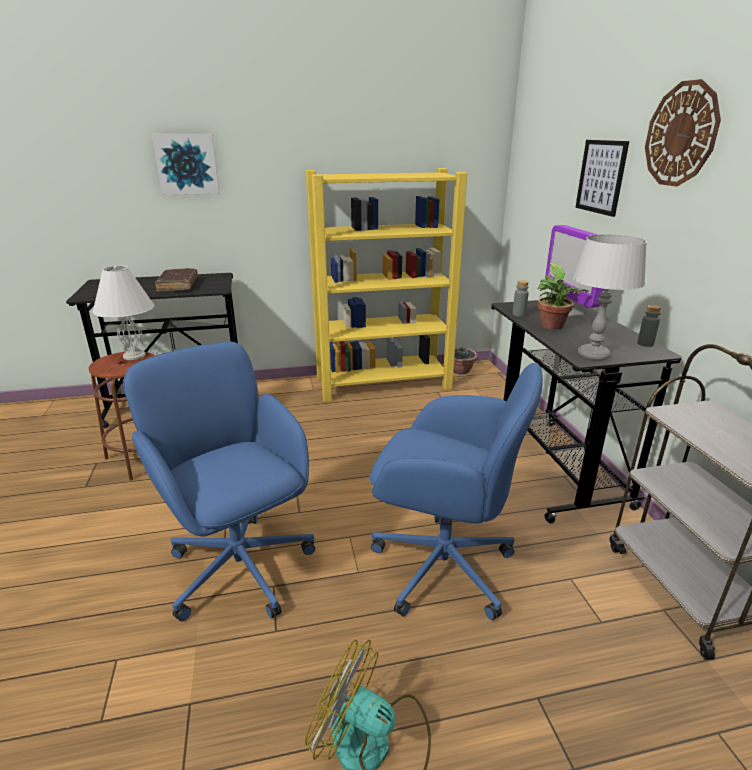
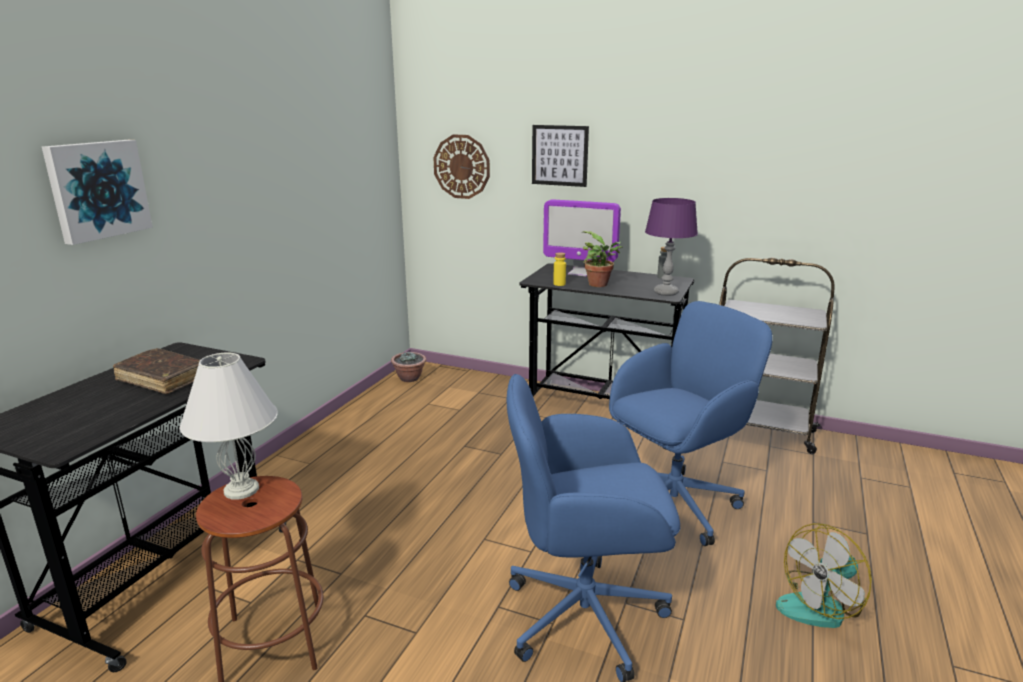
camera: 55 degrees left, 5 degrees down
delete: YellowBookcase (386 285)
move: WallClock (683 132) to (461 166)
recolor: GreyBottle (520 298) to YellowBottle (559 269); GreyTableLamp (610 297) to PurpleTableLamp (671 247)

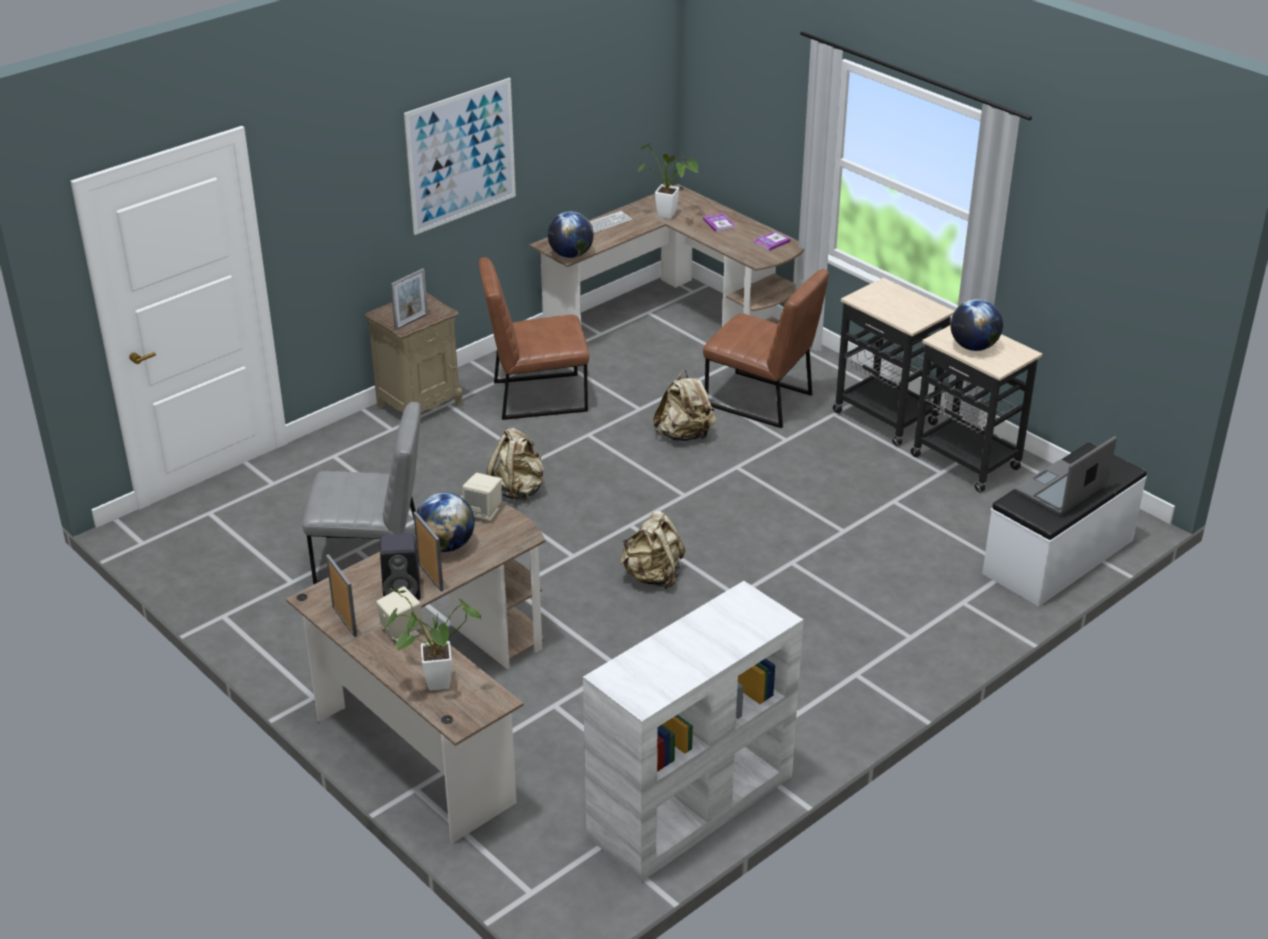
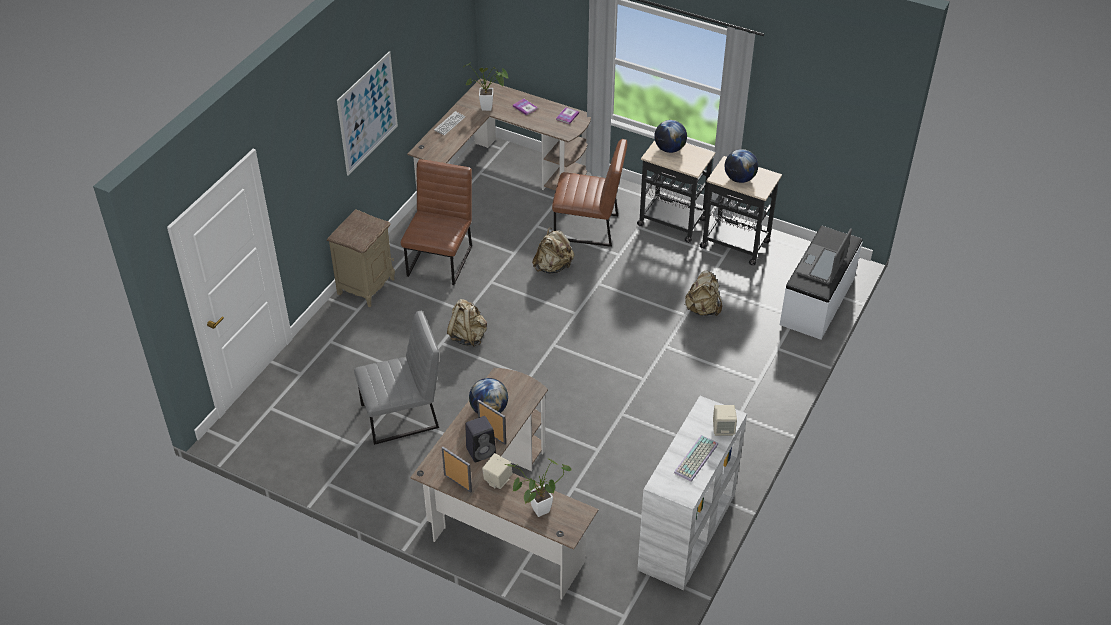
camera: 20 degrees left, 10 degrees up
delete: PictureFrame (409 299)
insert: Keyboard (696 458)
move: BeigeSpeaker (482 497) to (725 420); Globe (571 234) to (670 136); BeigeBackpack (652 549) to (703 293)
rotate: BrownChair (534 338) = (436 222) 135 degrees clockwise

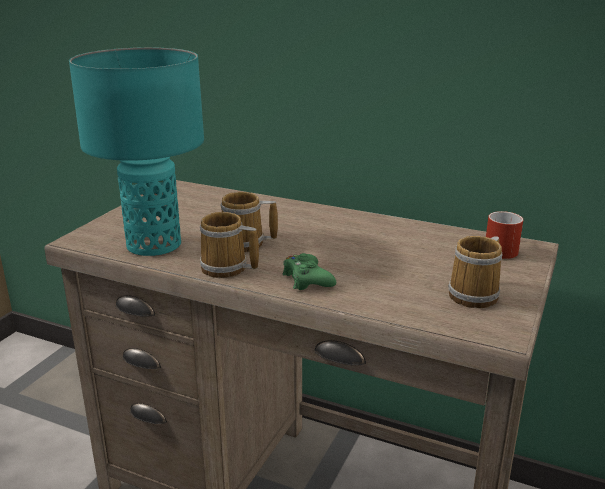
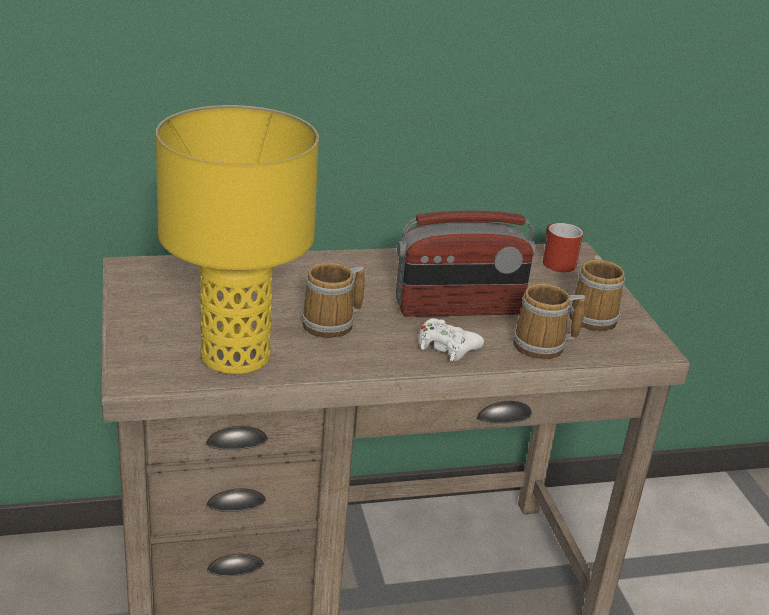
camera: 40 degrees left, 5 degrees up
insert: Radio (466 264)
move: Mug (229 245) to (549 321)
recolor: TurquoiseTableLamp (136 151) to YellowTableLamp (237 239); GreenGameController (309 271) to WhiteGameController (451 339)

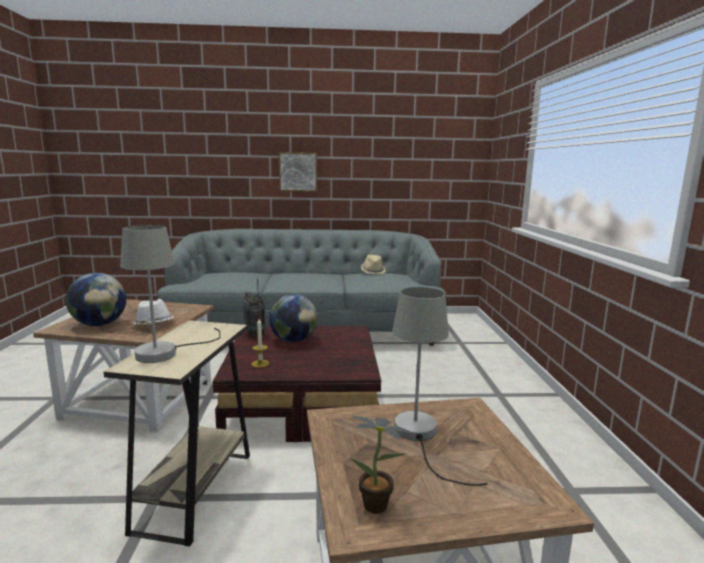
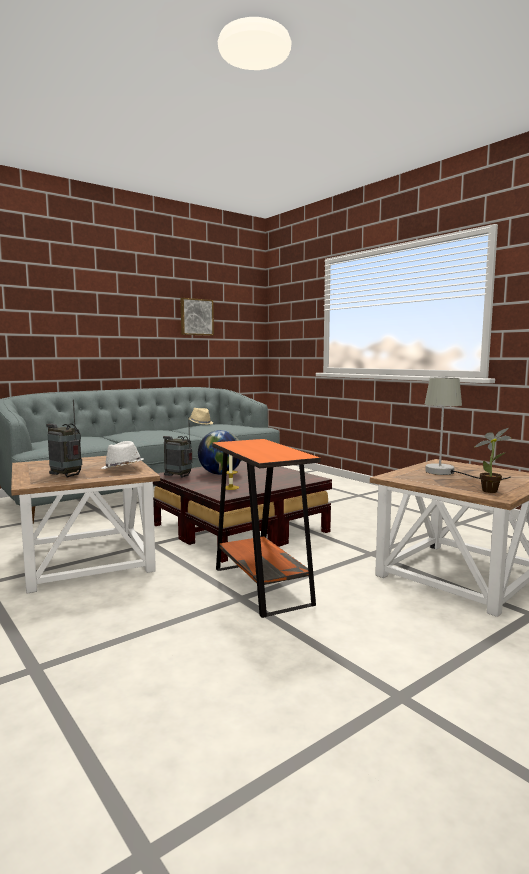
camera: 35 degrees left, 5 degrees down
delete: GreyTableLamp (170 294)
move: Picture (298 172) to (197 317)
replace: Globe (96 299) to Radio (64 438)
recolor: BeigeSideTable (177 433) to OrangeSideTable (266 528)

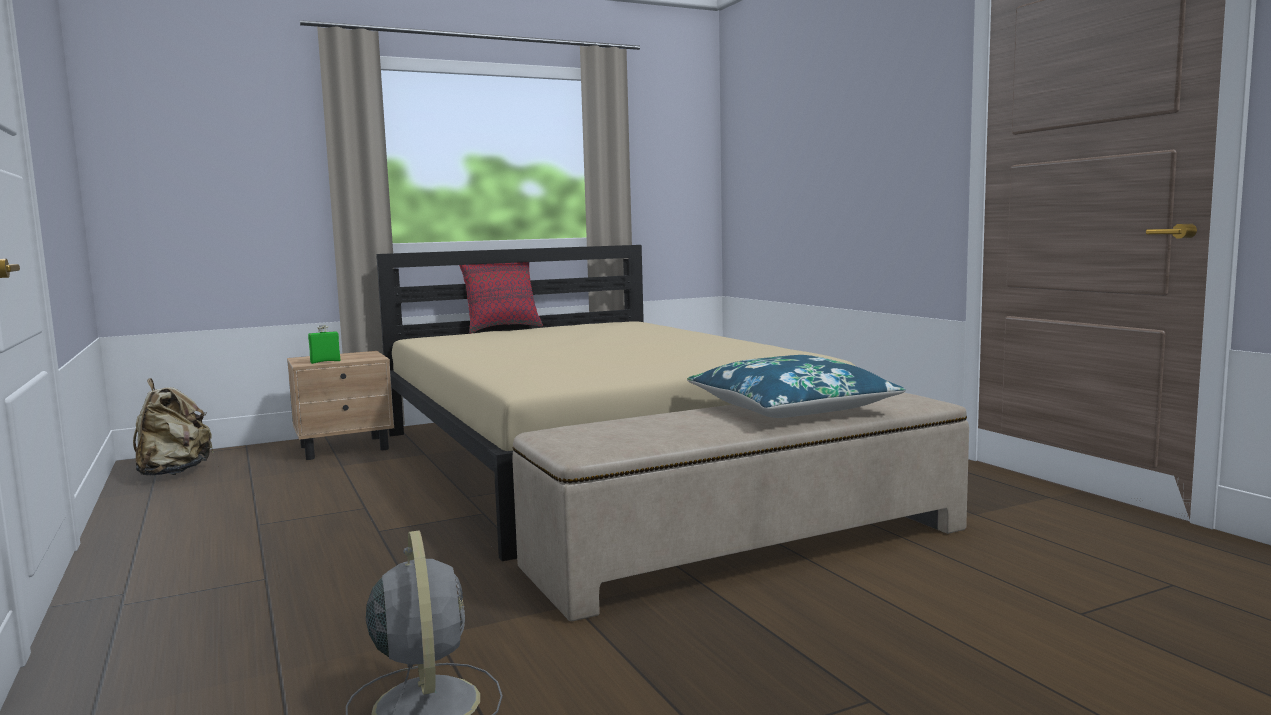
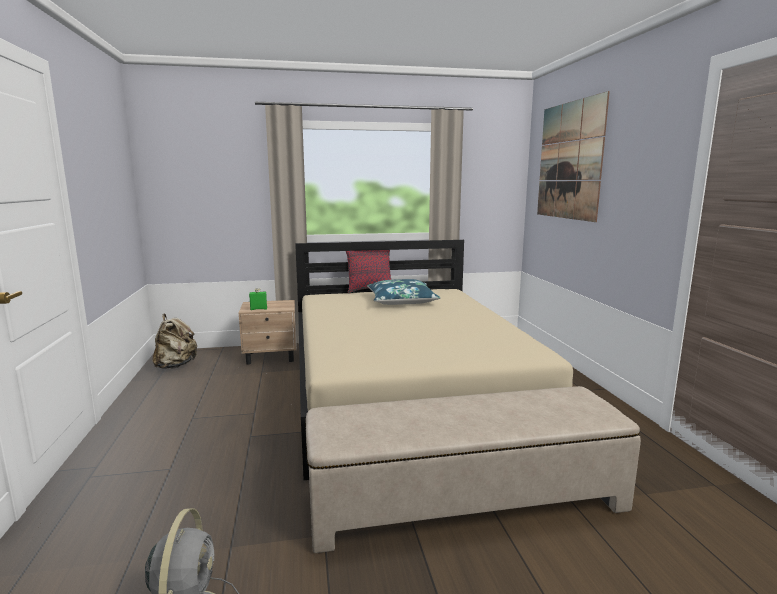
camera: 15 degrees right, 5 degrees up
insert: Picture (573 156)
move: BluePillow (796 386) to (403 292)

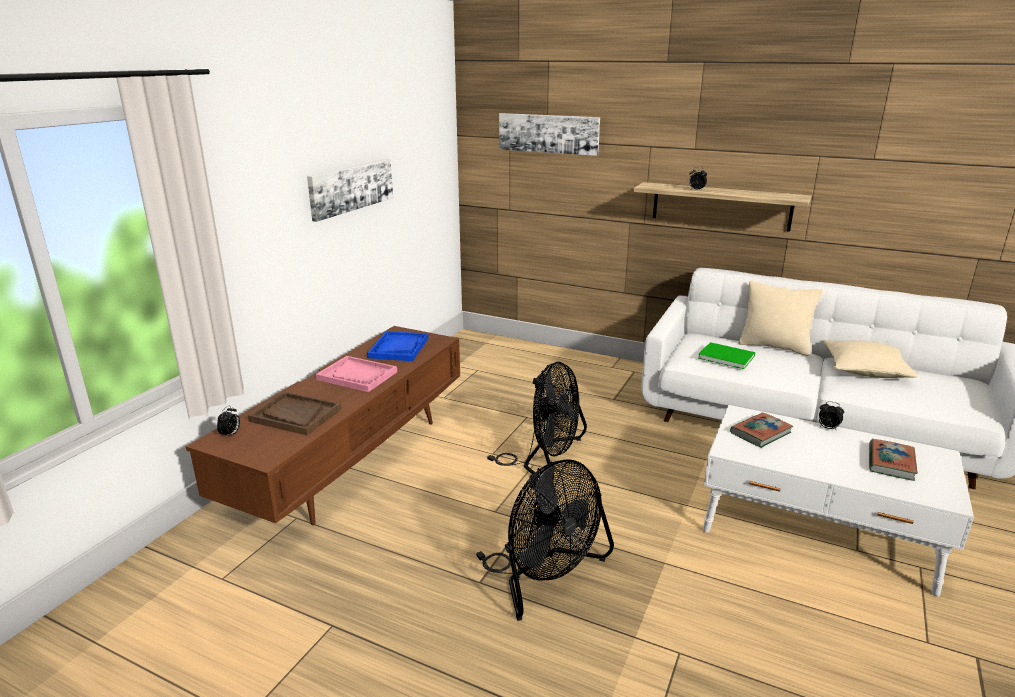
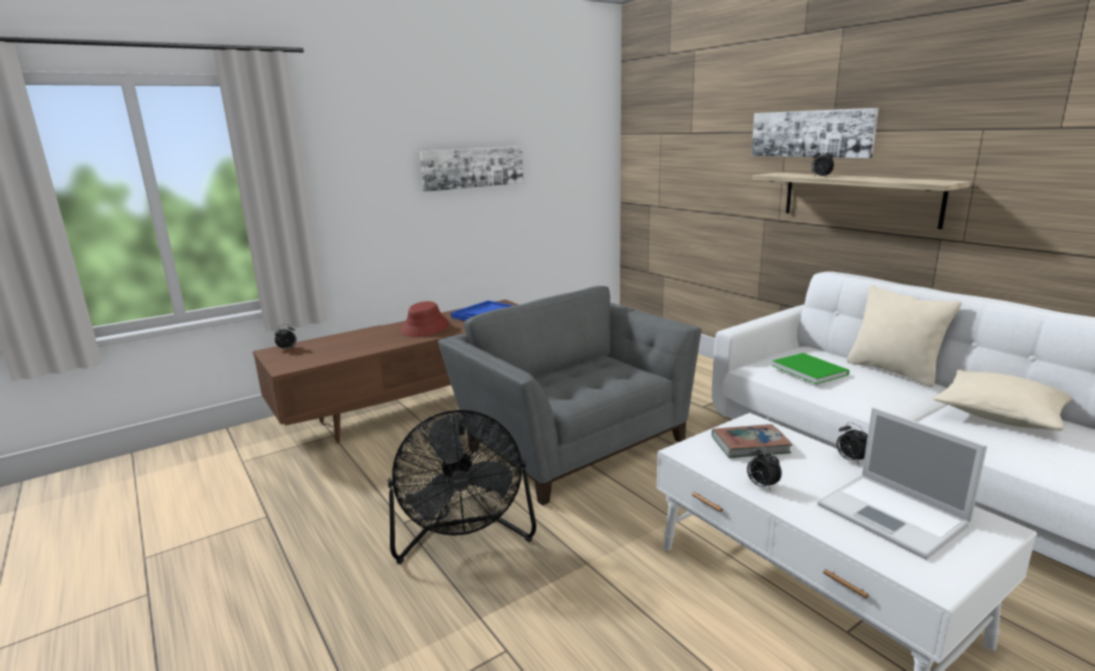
camera: 30 degrees right, 5 degrees down
delete: BrownTray (294 413)
insert: AlarmClock (764 468)
move: Picture (549 134) to (815 133)
replace: PinkTray (356 374) to RedHat (425 319); BlackFan (537 420) to GreyArmchair (569 396); Book (893 460) to Laptop (902 483)

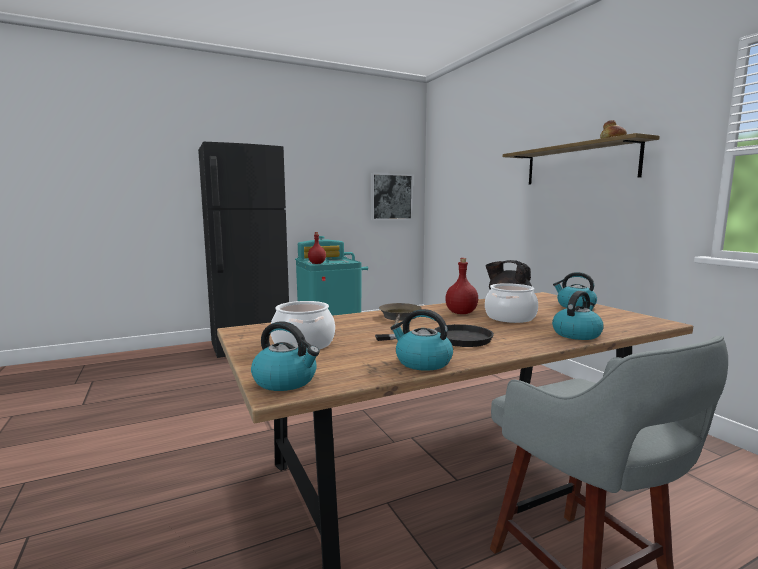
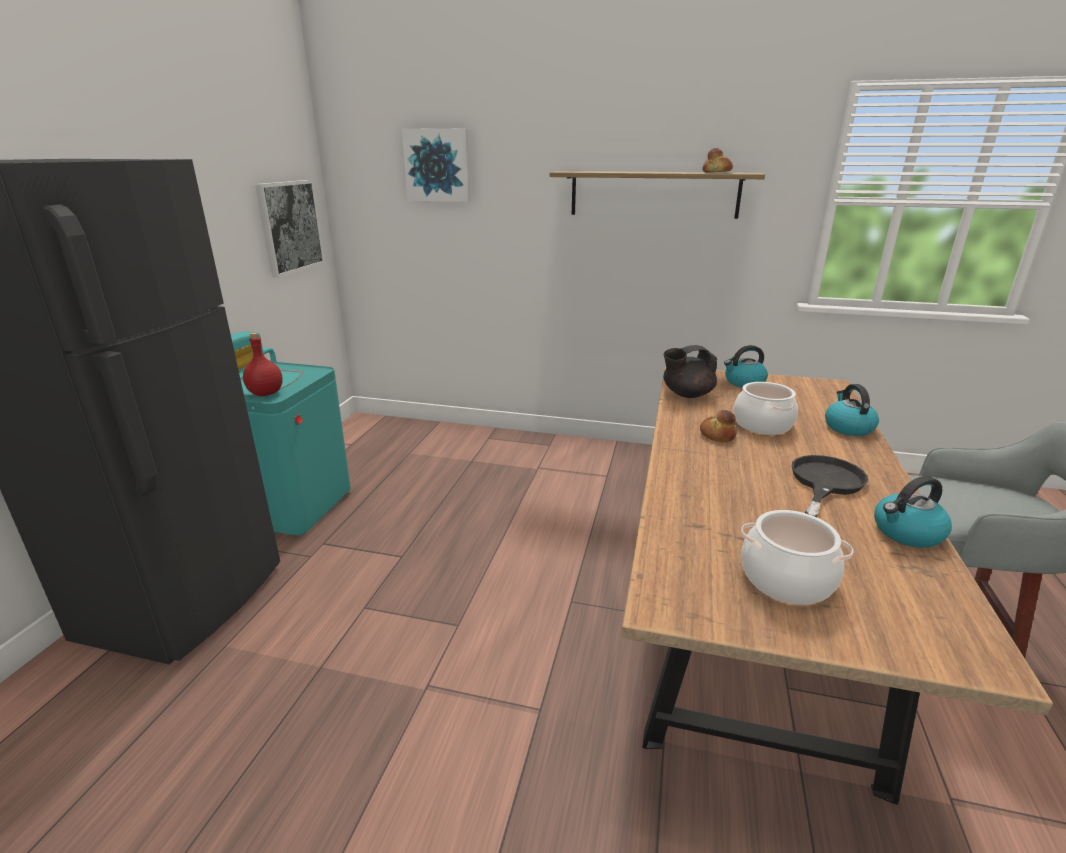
camera: 50 degrees left, 15 degrees up
delete: Kettle (285 356); BrownFryingPan (400 314)
insert: Picture (436 165)
replace: RedBottle (461 286) to Bread (718 426)

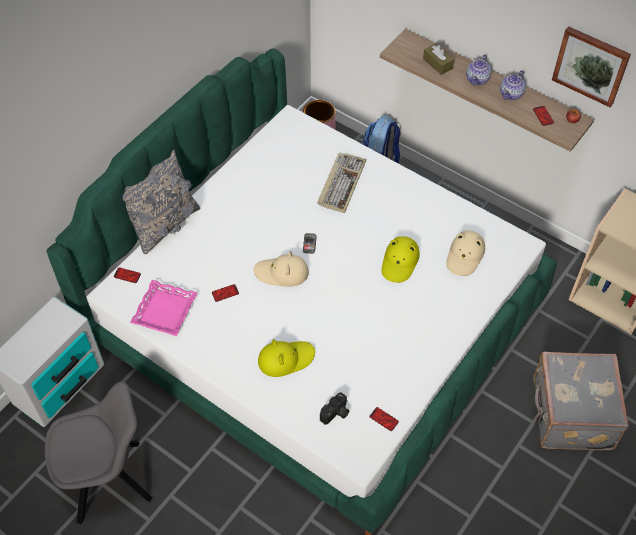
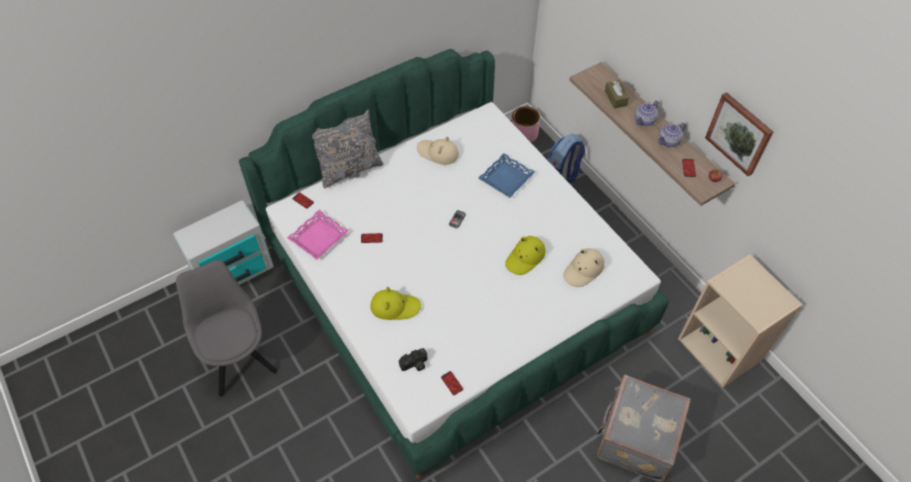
camera: 20 degrees right, 0 degrees up
move: BeigeHat (281 268) to (438 151)
replace: Keyboard (341 183) to BlueTray (506 175)
rotate: GreyChair (99 453) = (227 328) 120 degrees counterclockwise

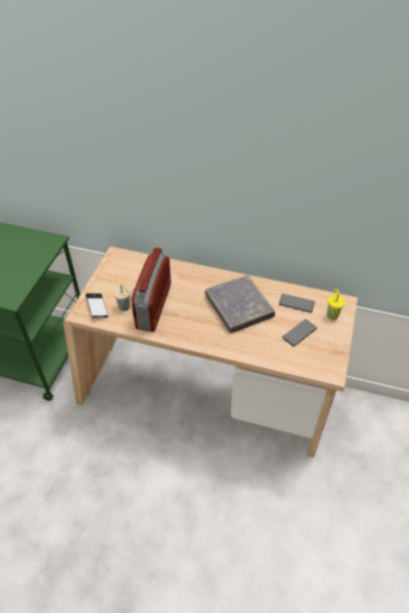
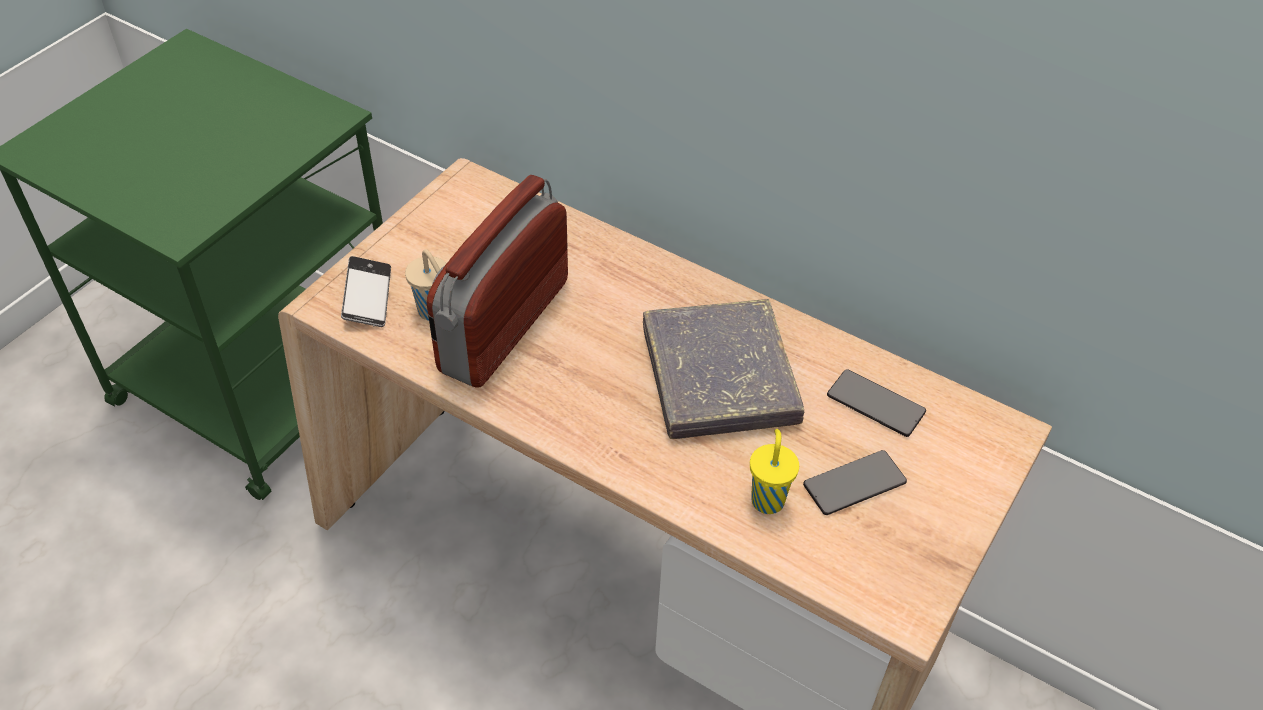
camera: 15 degrees right, 0 degrees up
move: YellowCup (336 304) to (774 471)

